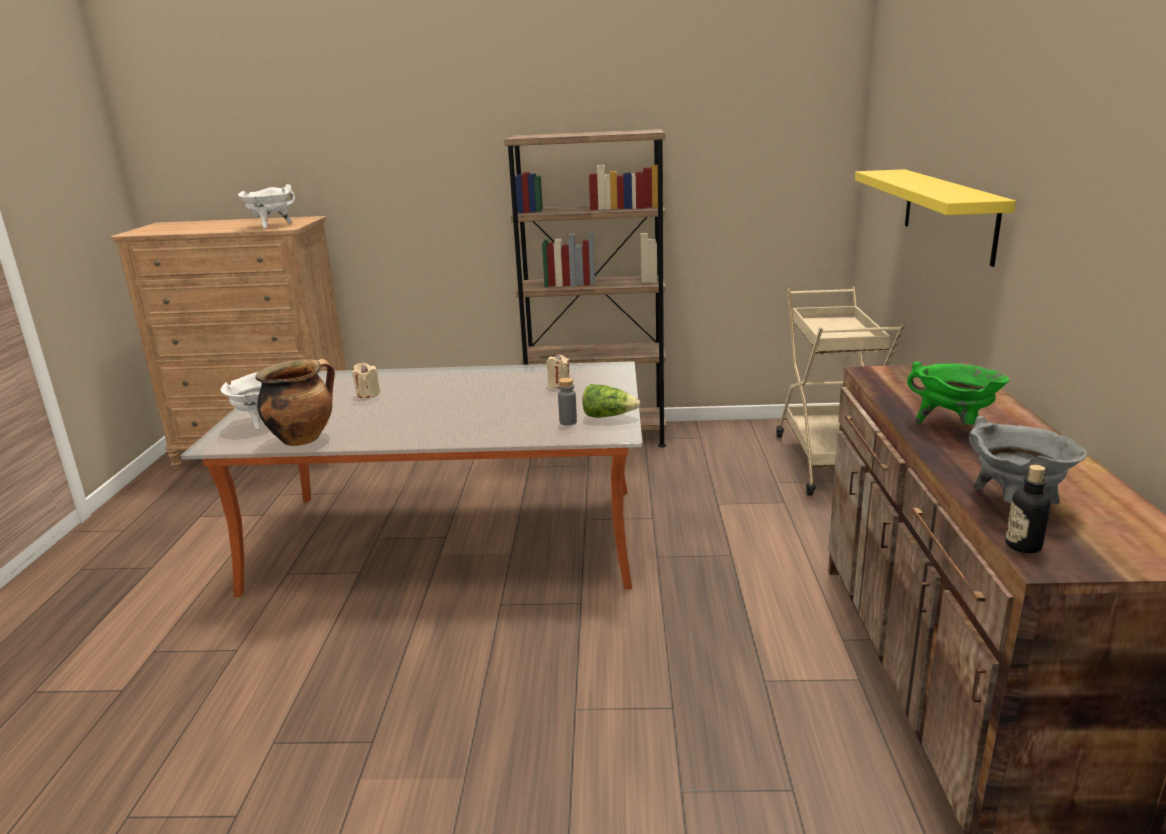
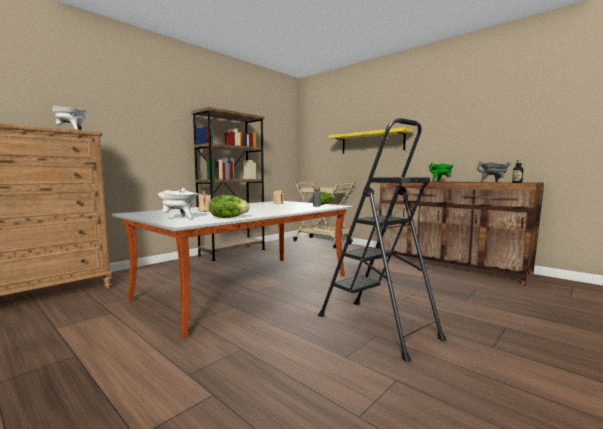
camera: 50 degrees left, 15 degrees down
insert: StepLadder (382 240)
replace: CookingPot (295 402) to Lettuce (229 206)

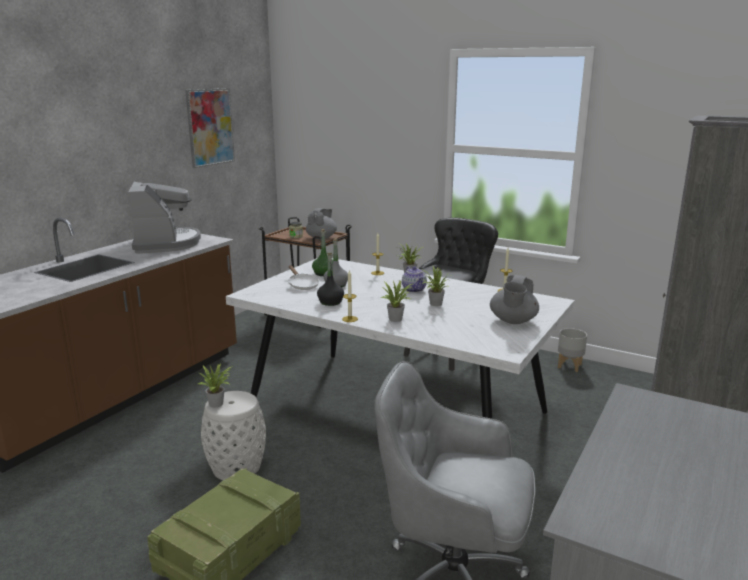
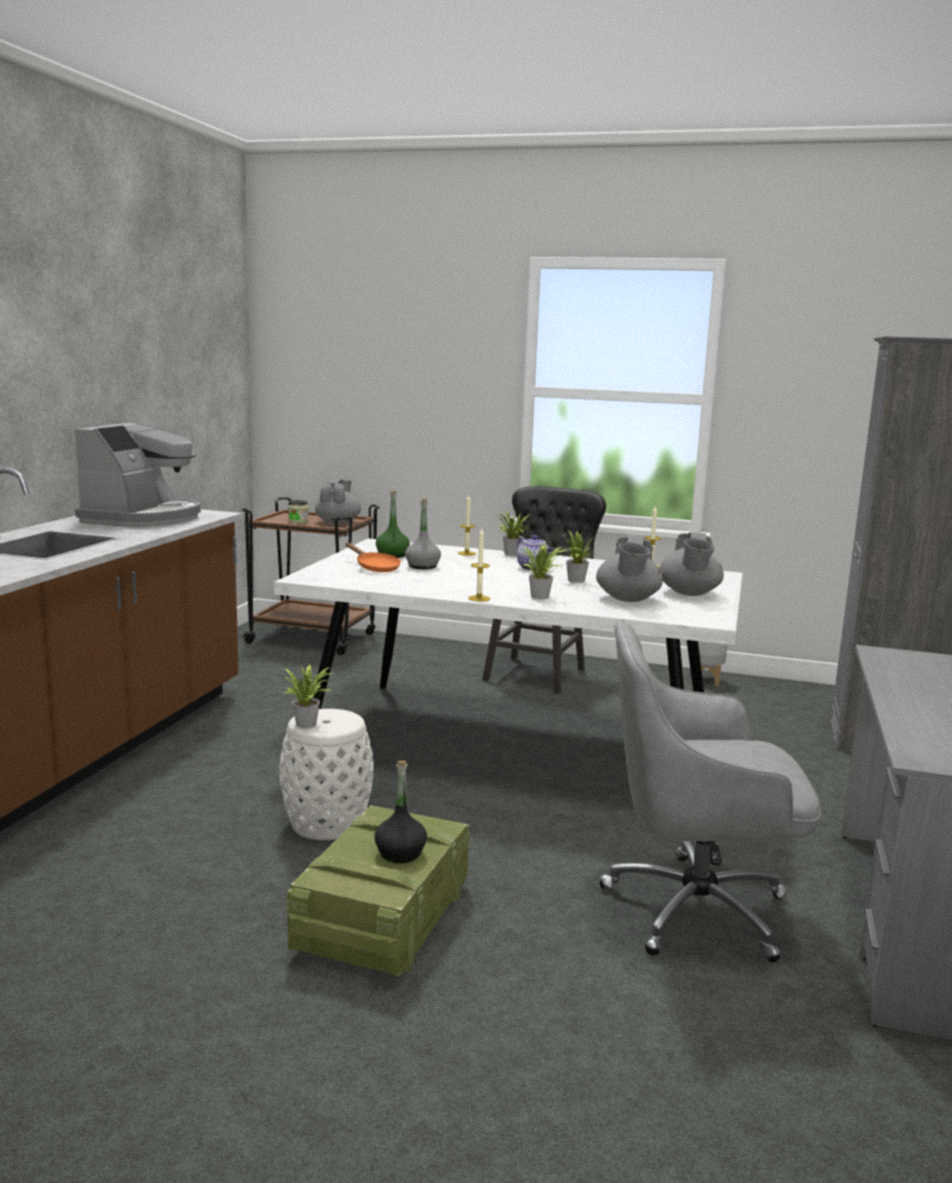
camera: 15 degrees left, 5 degrees down
delete: Picture (210 128)
insert: GreyTeapot (629 569)
move: BlackBottle (330 279) to (401 811)
recolor: WhiteFryingPan (304 277) to OrangeFryingPan (373 557)
rotate: CoffeeMachine (164 218) = (138 475) 45 degrees clockwise

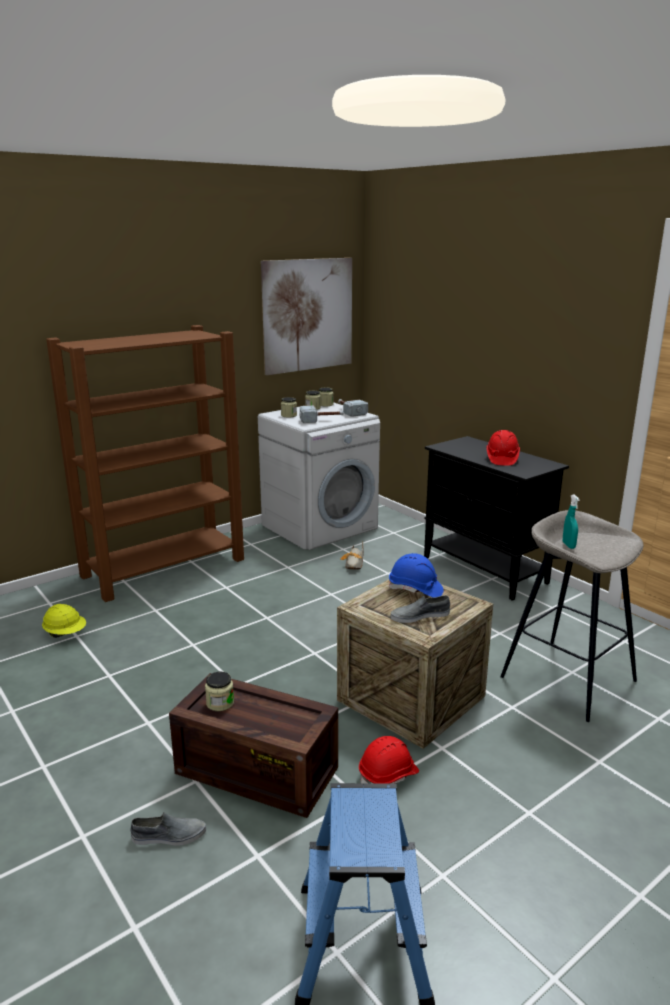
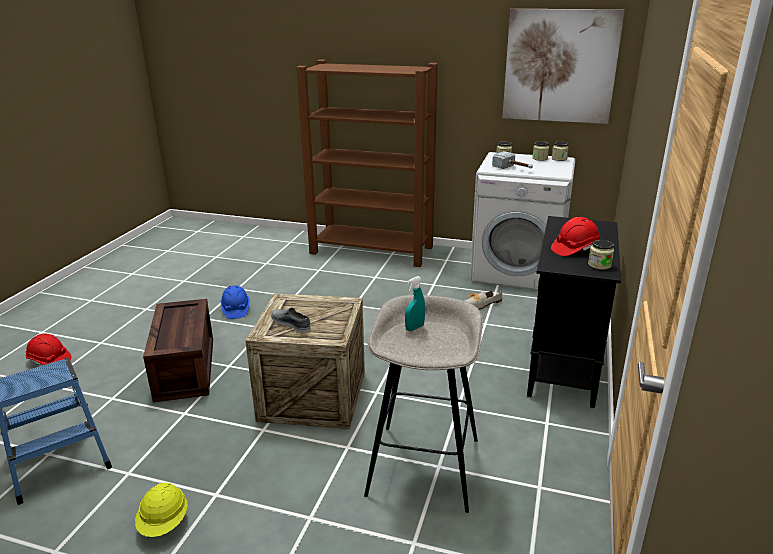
camera: 55 degrees right, 5 degrees up
delete: GreyShoe (168 829); Hammer (353 408)
move: YellowHardHat (64 620) to (161 510); Jar (219 691) to (601 255); RedHardHat (389 760) to (49 349); BlueHardHat (416 575) to (234 302)

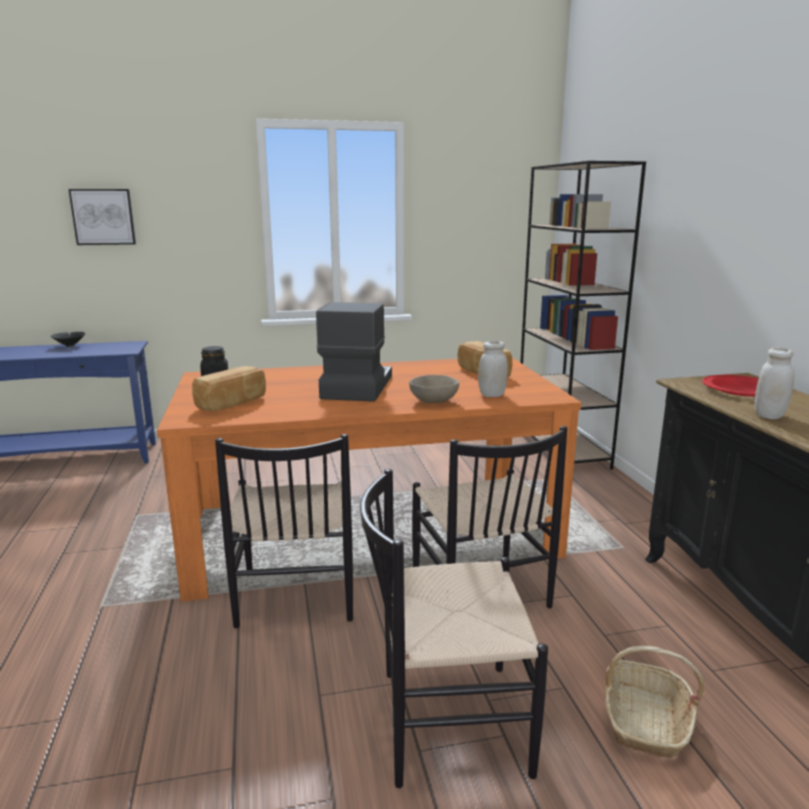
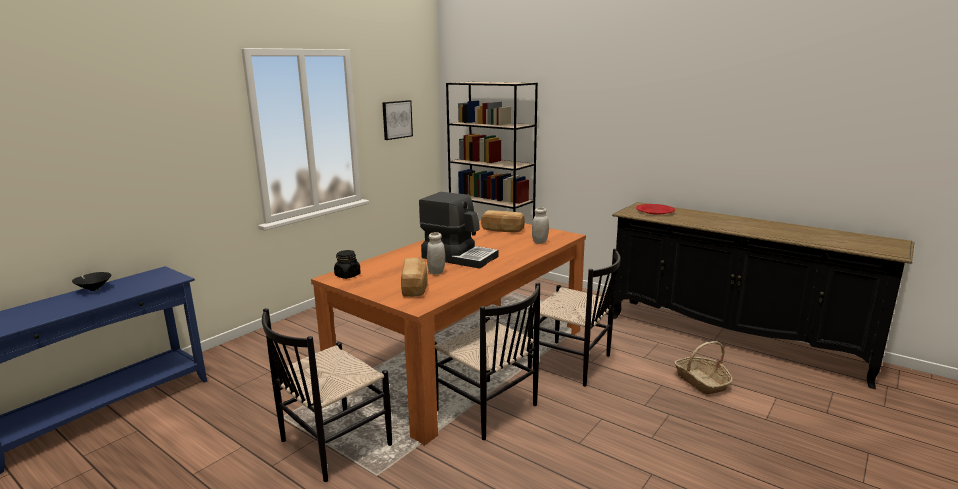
camera: 40 degrees left, 0 degrees up
delete: BeigeBowl (434 389)
move: Picture (102 217) to (397 120); BlackChair (454 628) to (327 395); WhiteJar (775 383) to (436 253)
rotate: CoffeeMachine (354 352) = (459 230) 150 degrees clockwise

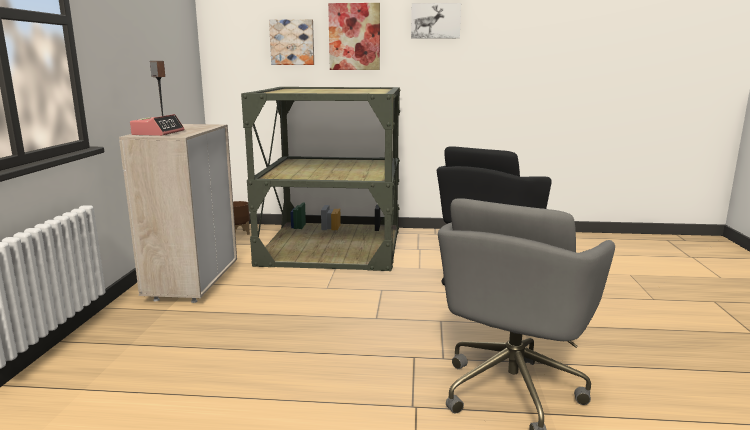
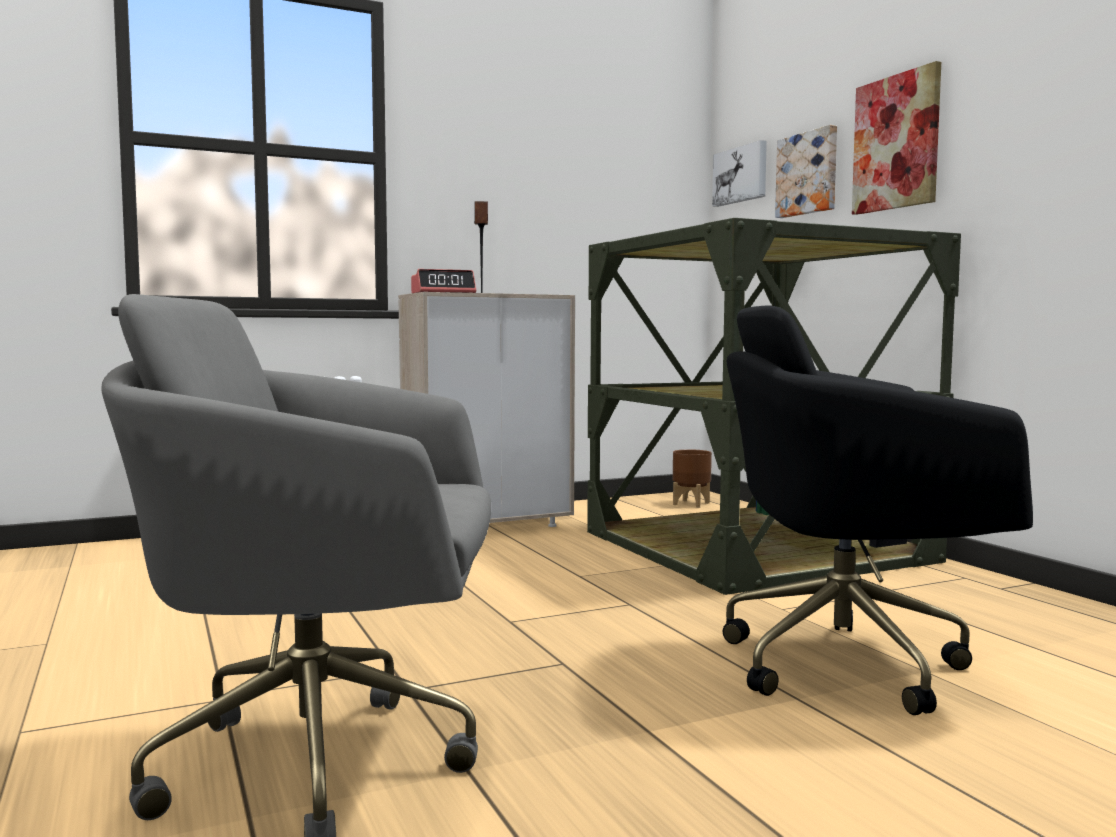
camera: 60 degrees right, 10 degrees down
move: Picture (436 21) to (739 173)

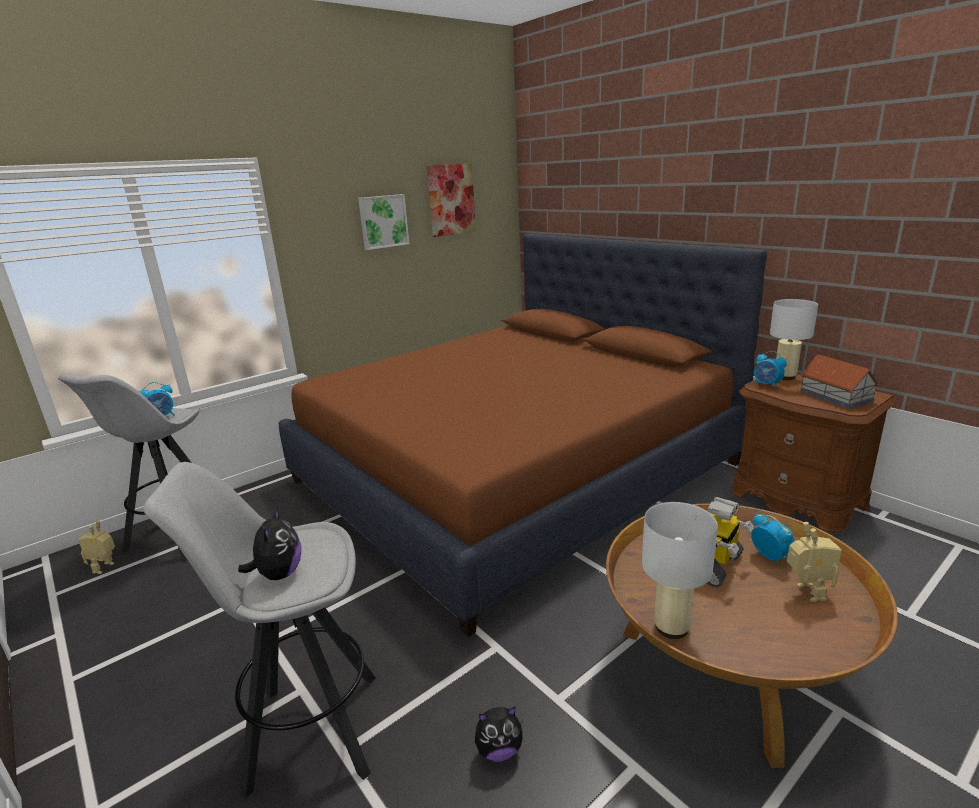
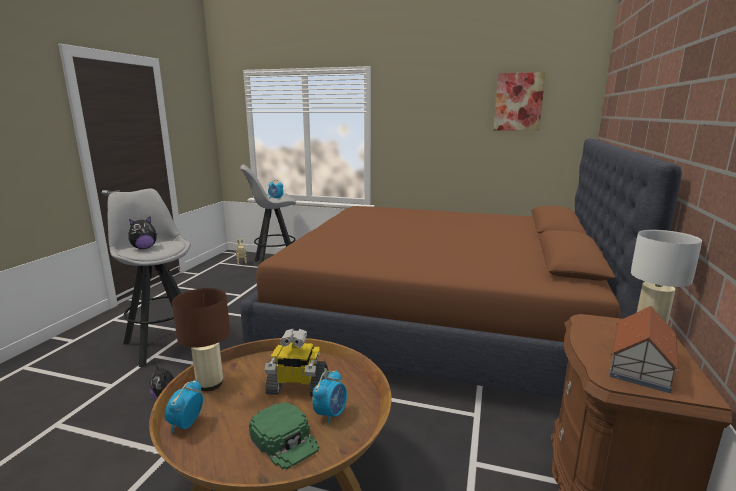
camera: 55 degrees right, 5 degrees down
delete: Picture (383 222)
move: AlarmClock (770 370) to (184 407)
replace: ToyRobot (814 562) to GreenCap (284 436)
recolor: WhiteTableLamp (680 570) to BrownTableLamp (201 339)

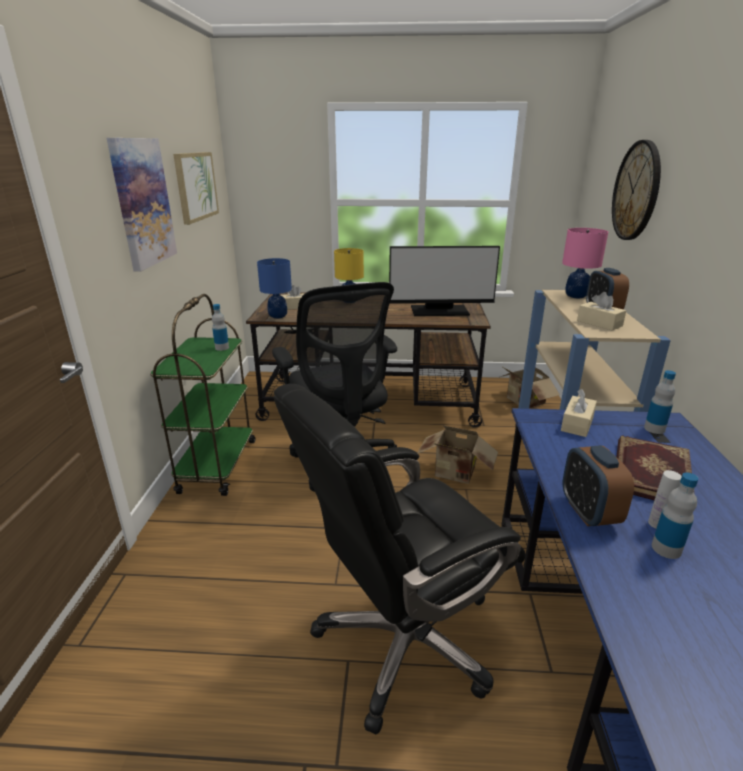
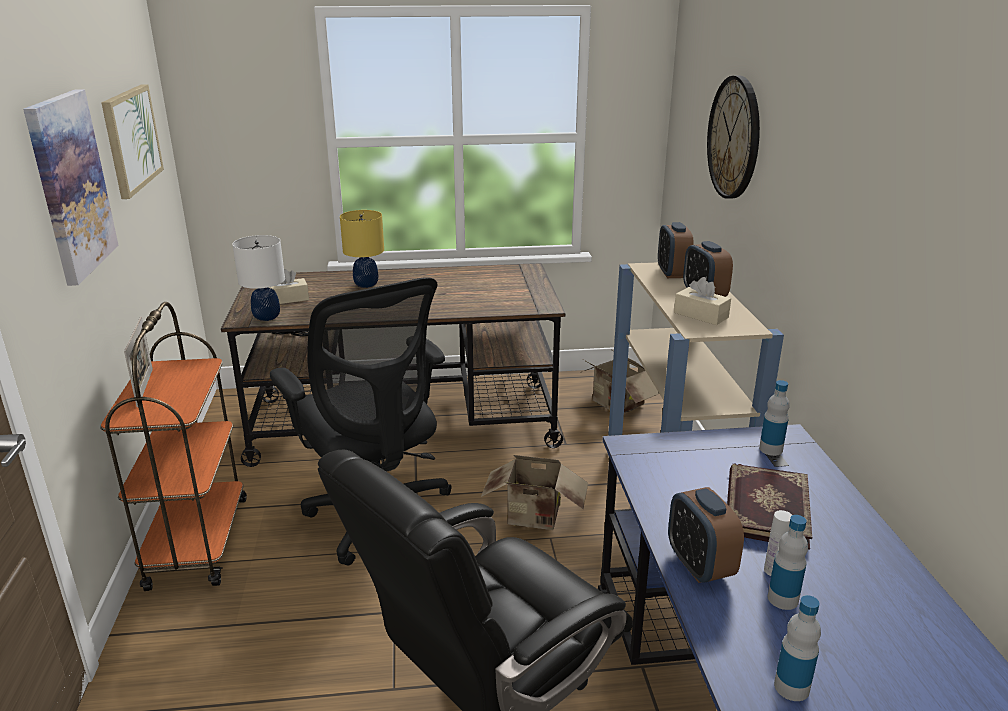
camera: 10 degrees left, 0 degrees up
delete: Monitor (444 281); BeigeTissueBox (579 413)
insert: PictureFrame (138 362)
move: Bottle (220 327) to (797 648)
replace: PinkTableLamp (585 263) to AlarmClock (676 250)
recolor: GreenCart (202 395) to OrangeCart (173 446); BlueTableLamp (274 288) to WhiteTableLamp (258 278)

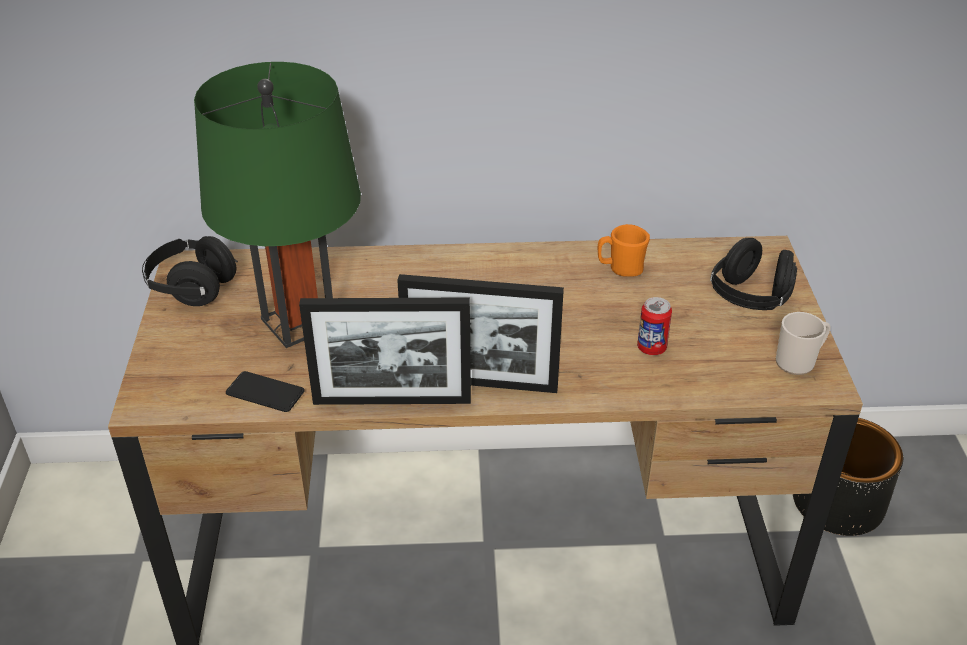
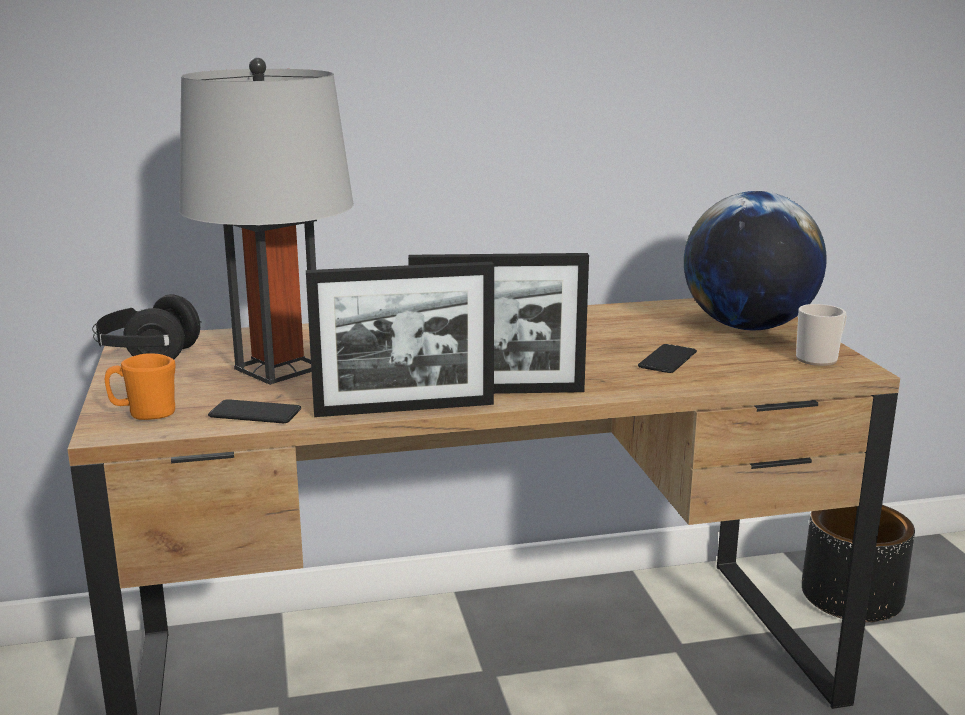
camera: 10 degrees left, 20 degrees down
move: OrangeMug (624 250) to (140 386)
replace: Can (654 326) to Phone (667 358); BlackHeadphones (753 274) to Globe (755 260)
recolor: GreenTableLamp (277 205) to GreyTableLamp (266 221)

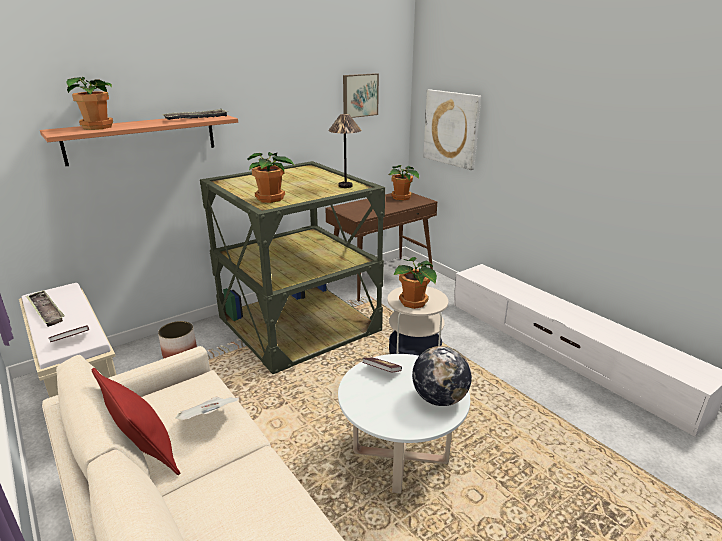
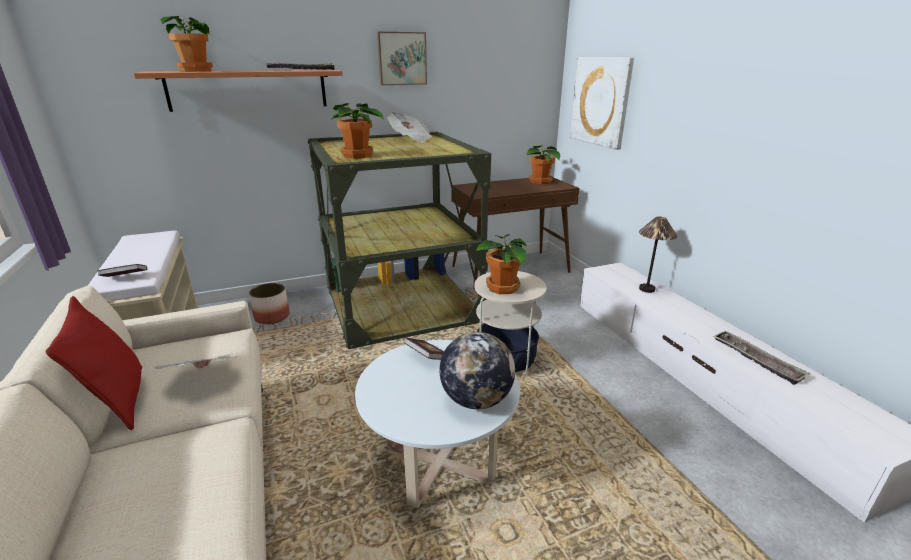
camera: 15 degrees right, 0 degrees up
insert: Newspaper (409 127)
move: Tray (45 308) to (761 357); TableLamp (345 151) to (658 255); Picture (361 95) to (402 58)

